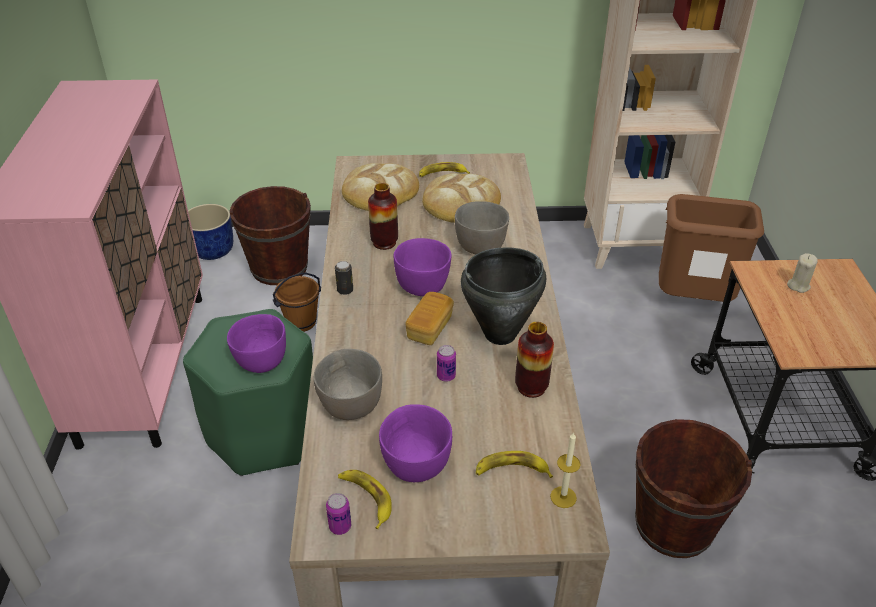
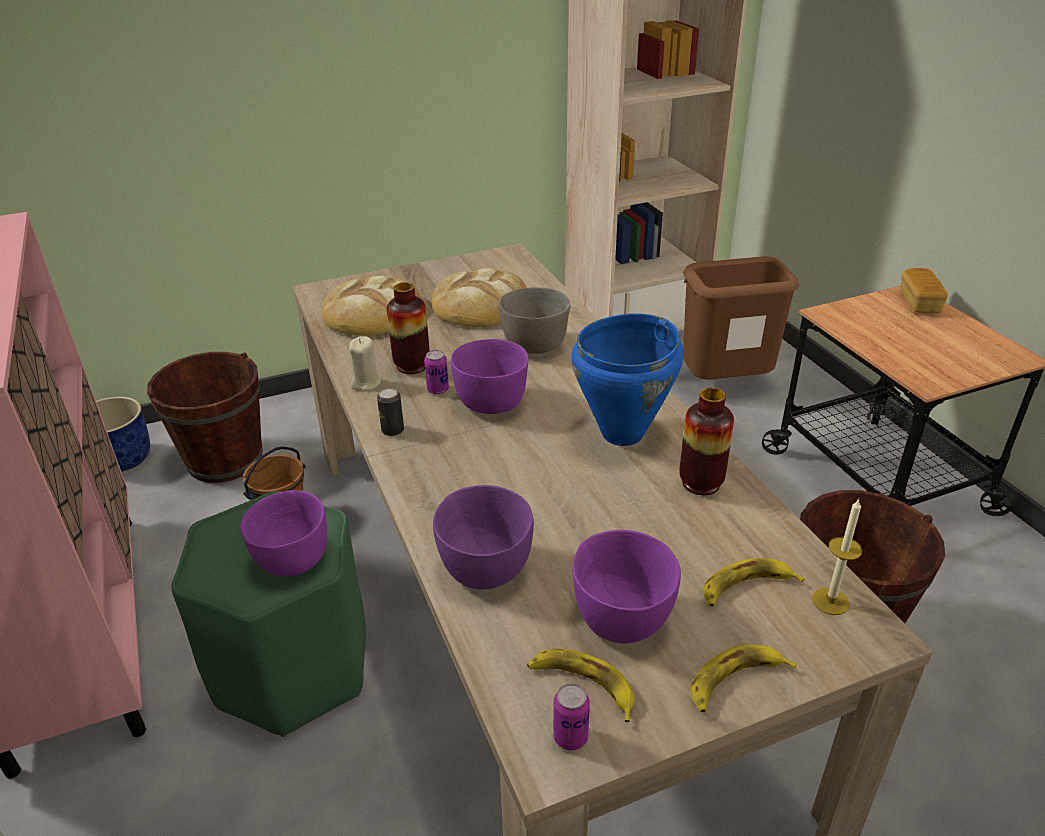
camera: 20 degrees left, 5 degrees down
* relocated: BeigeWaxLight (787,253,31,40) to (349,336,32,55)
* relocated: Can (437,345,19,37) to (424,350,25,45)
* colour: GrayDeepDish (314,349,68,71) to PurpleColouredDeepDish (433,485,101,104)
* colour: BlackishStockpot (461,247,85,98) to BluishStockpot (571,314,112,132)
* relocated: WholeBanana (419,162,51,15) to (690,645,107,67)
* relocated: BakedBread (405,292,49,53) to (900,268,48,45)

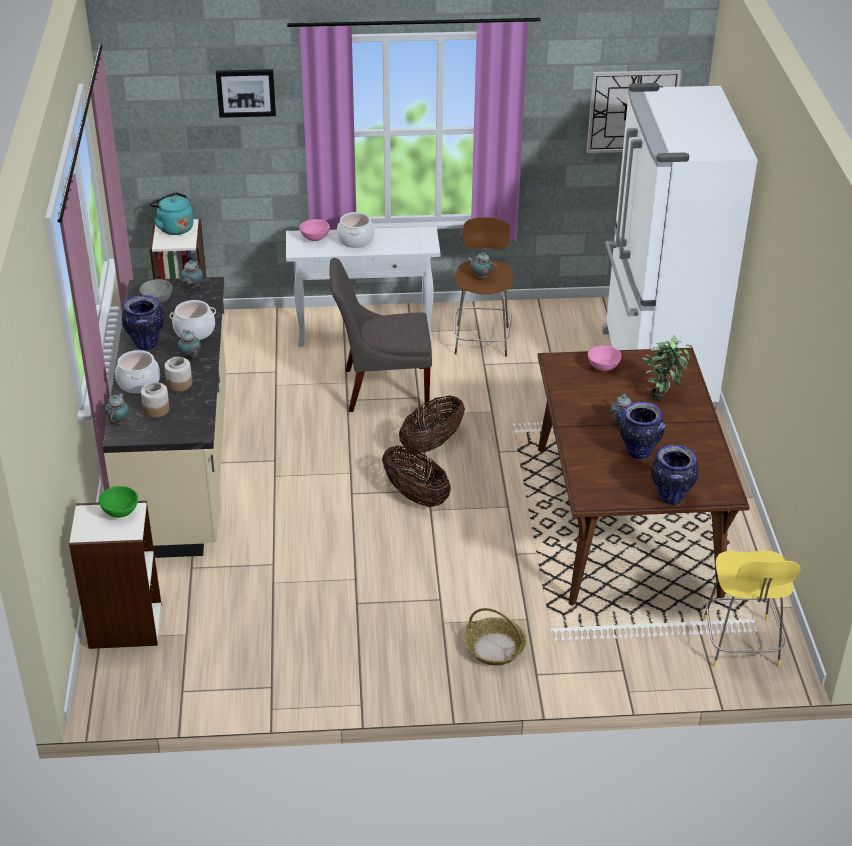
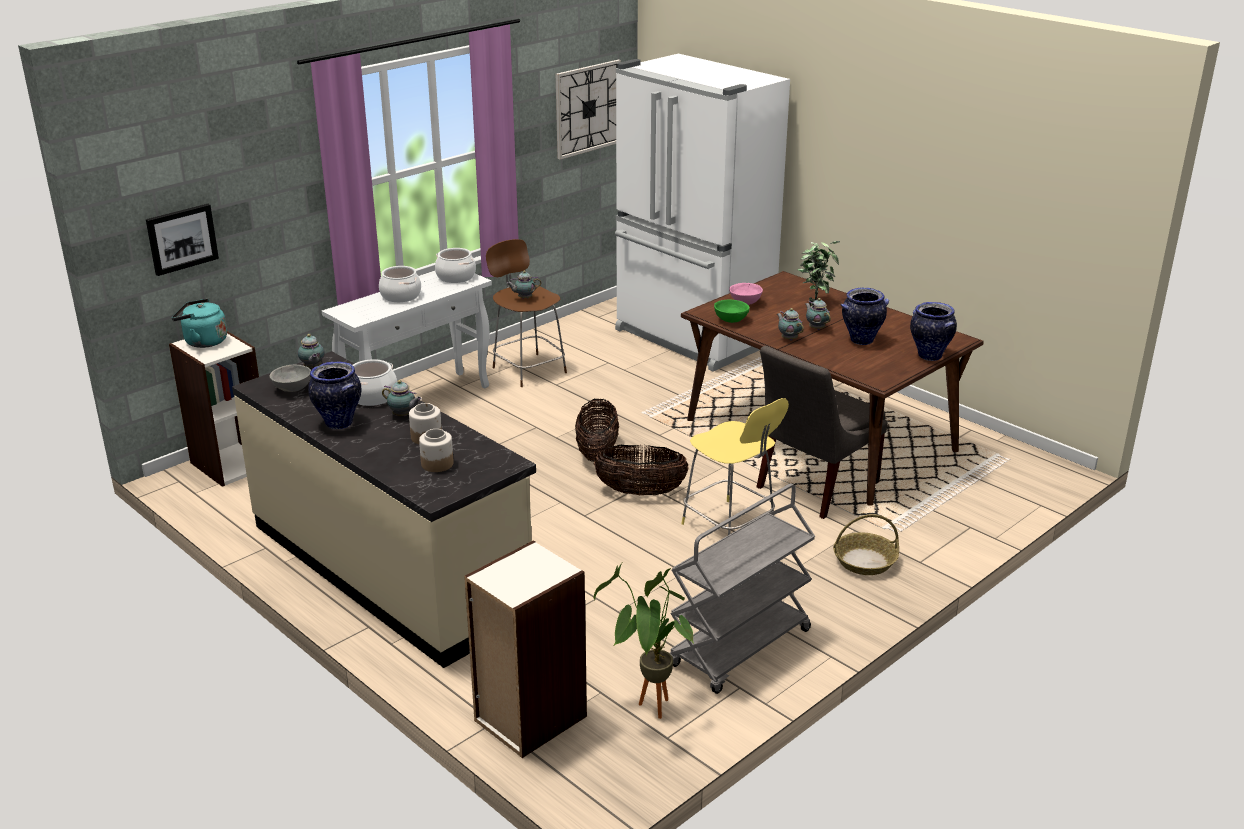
camera: 40 degrees left, 10 degrees down
* relocated: WallPicture (216,69,60,49) to (146,204,73,72)
* relocated: Stockpot (115,350,45,43) to (435,248,41,35)
* appeared: Houseplant (593,563,101,156)
* appeared: GrayWheeledCart (670,483,145,211)
* relocated: YellowSittingStool (703,551,98,116) to (681,398,108,137)
* relocated: GreenColouredDeepDish (99,486,39,32) to (714,300,36,23)
* relocated: GrayPlainChair (329,258,103,154) to (756,346,131,173)
* relocated: PotForTea (104,393,25,32) to (777,308,27,32)
* missing: PinkDeepDish (299,219,31,22)

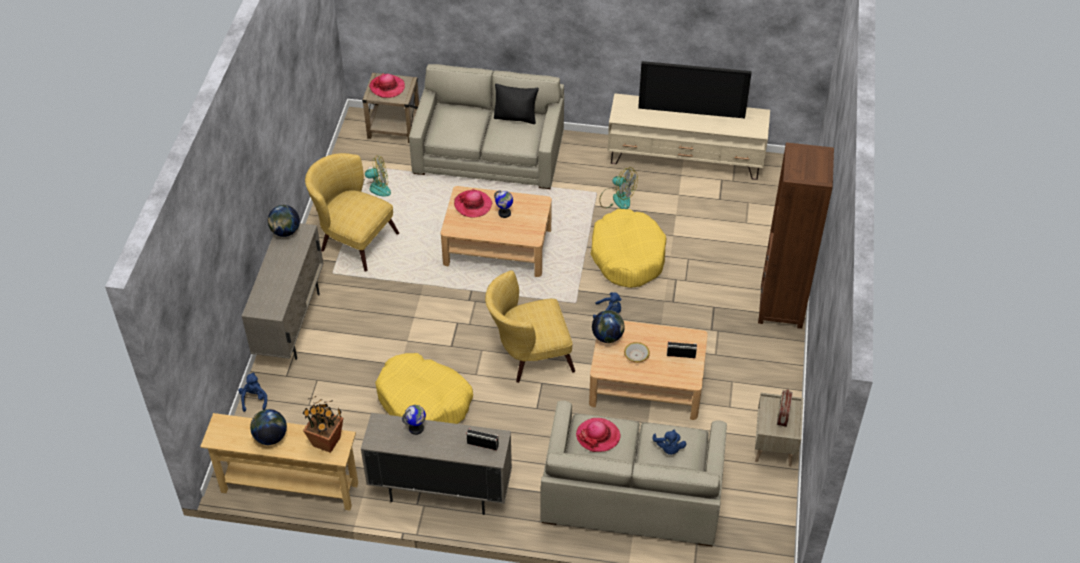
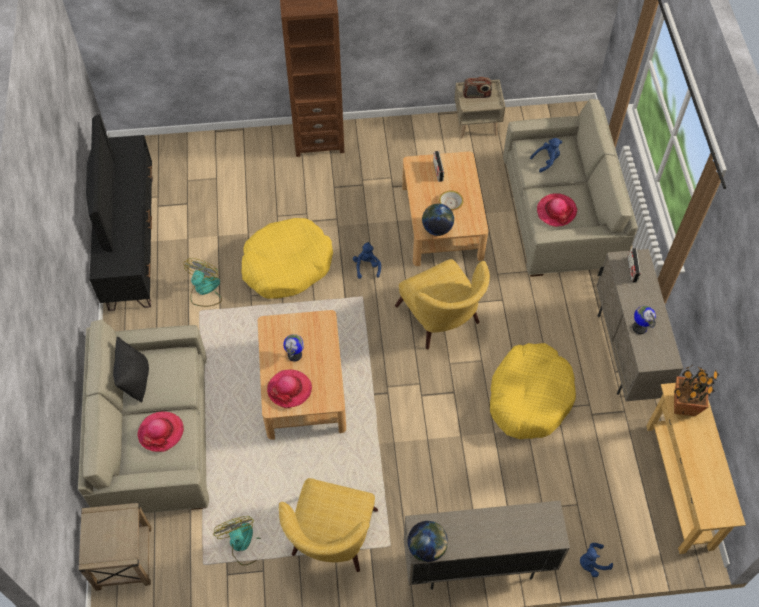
camera: 105 degrees left, 10 degrees up
* colour: BeigeTvStand (608,93,162,87) to BlackishTvStand (89,135,64,176)
* relocated: WearableHat (369,73,36,25) to (137,411,47,41)
* missing: Globe (250,409,37,36)

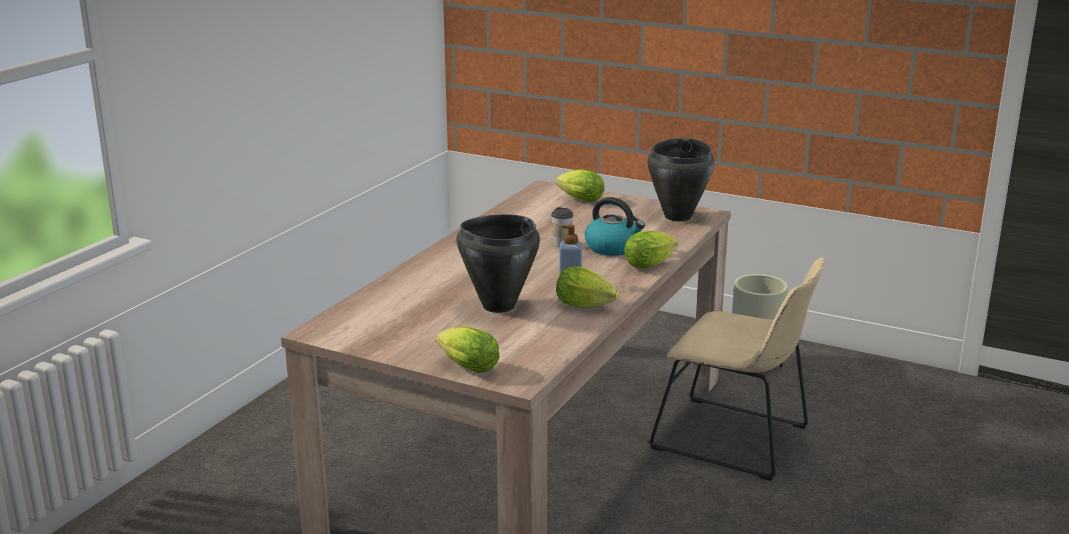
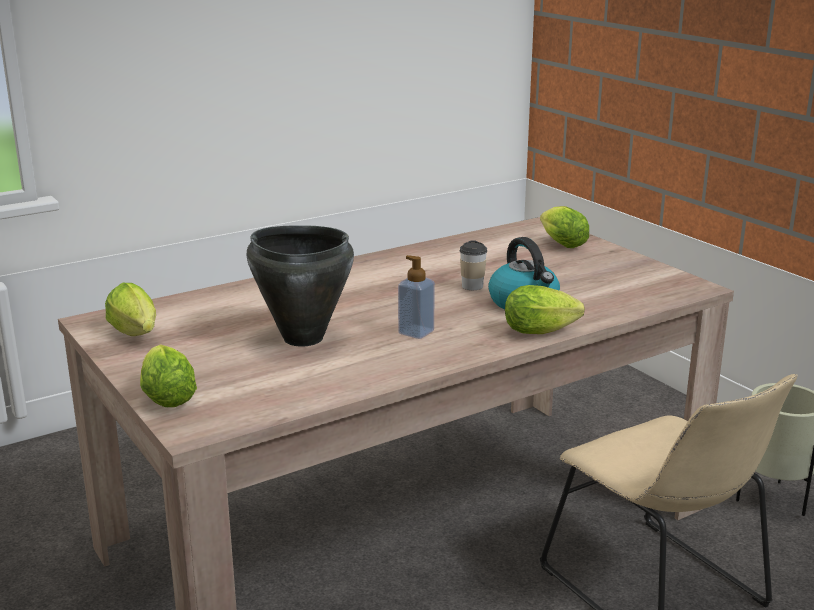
camera: 30 degrees right, 0 degrees up
* relocated: Lettuce (556,266,63,42) to (105,283,51,53)
* missing: BlackishStockpot (647,138,68,83)

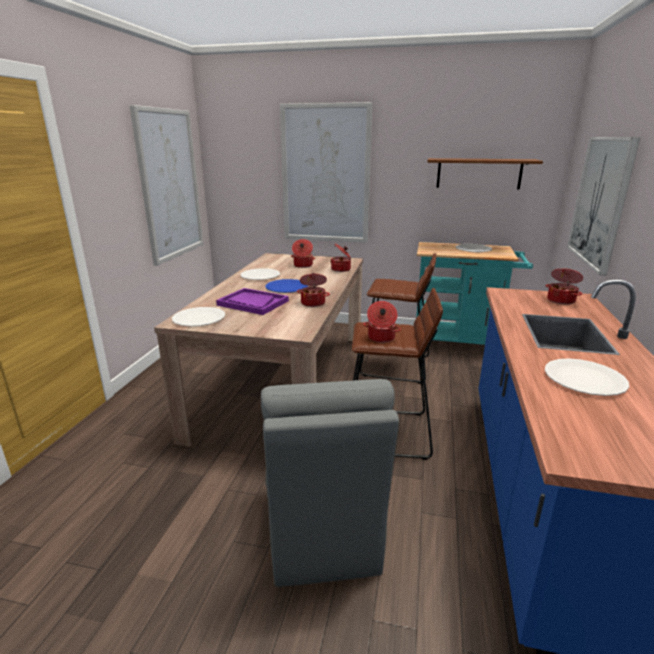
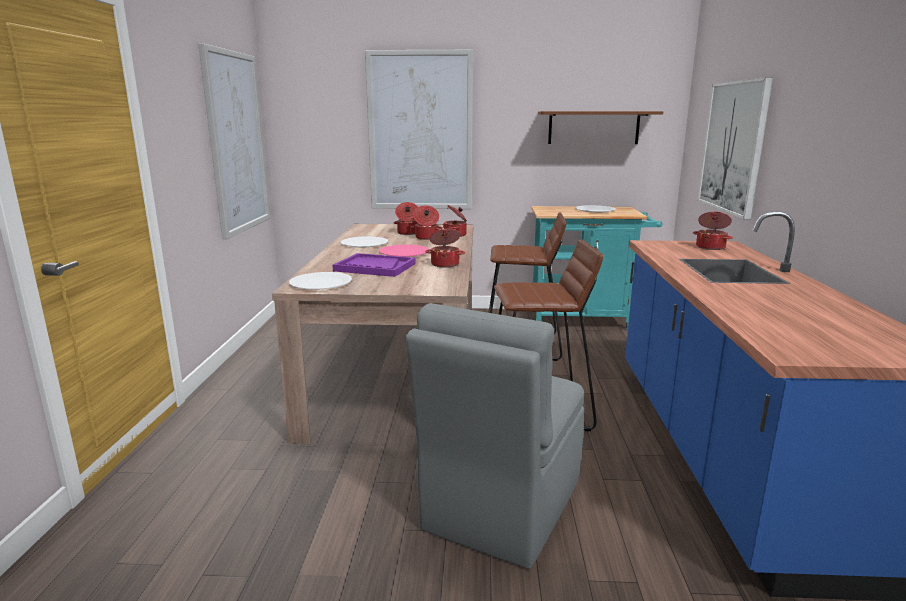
camera: 10 degrees left, 5 degrees down
* colour: BluishDinnerPlate (266,279,42,14) to PinkDinnerPlate (379,245,50,12)
* spun: GrayPlainChair (261,379,138,208) = (406,303,178,266) 45 degrees clockwise
* relocated: Stockpot (363,301,38,42) to (411,206,32,34)
* missing: WhitishDinnerPlate (545,358,84,38)

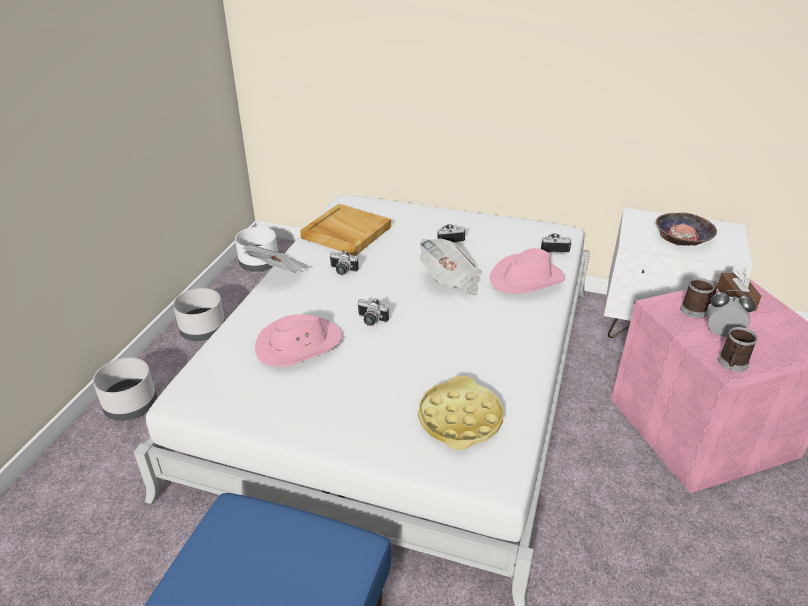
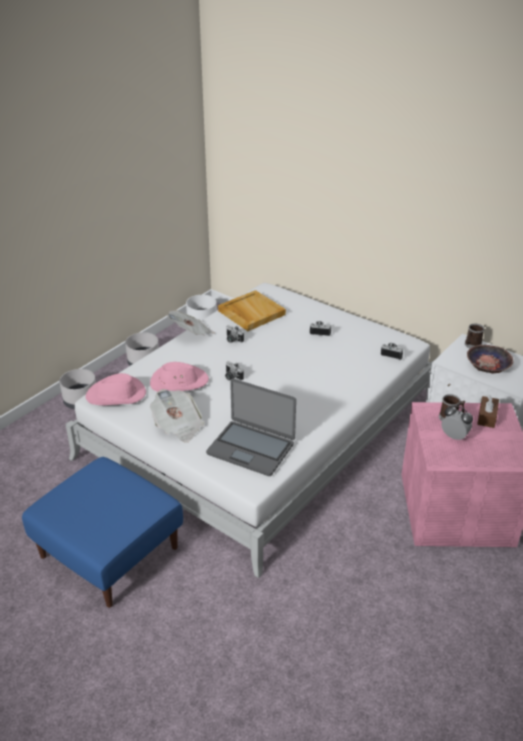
camera: 20 degrees right, 0 degrees up
* relocated: PinkWearableHat (490,248,75,46) to (85,373,61,33)
* relocated: PrintedPaper (420,238,60,57) to (150,389,54,54)
* exchanged: YellowTray (418,376,85,73) to PortableComputer (206,378,90,98)
* relocated: CoffeeMug (718,327,39,45) to (465,324,19,25)

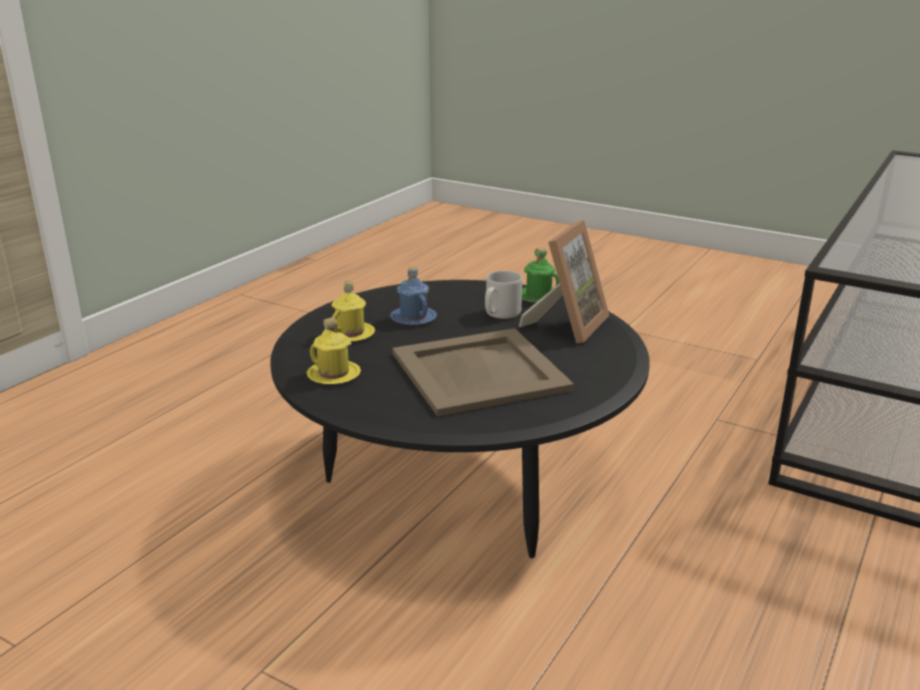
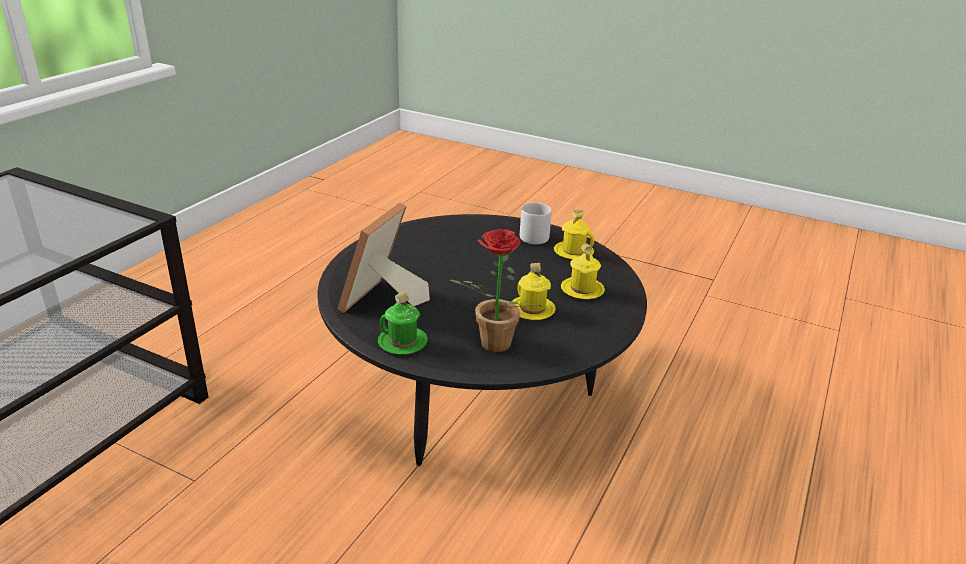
camera: 175 degrees right, 5 degrees up
* appeared: Houseplant (450,229,90,123)
* colour: BluishCoffeeMug (390,266,47,59) to YellowCoffeeMug (513,263,43,57)
* relocated: GrayCoffeeMug (485,271,37,48) to (520,203,32,41)
* missing: BeigeTray (392,328,182,88)

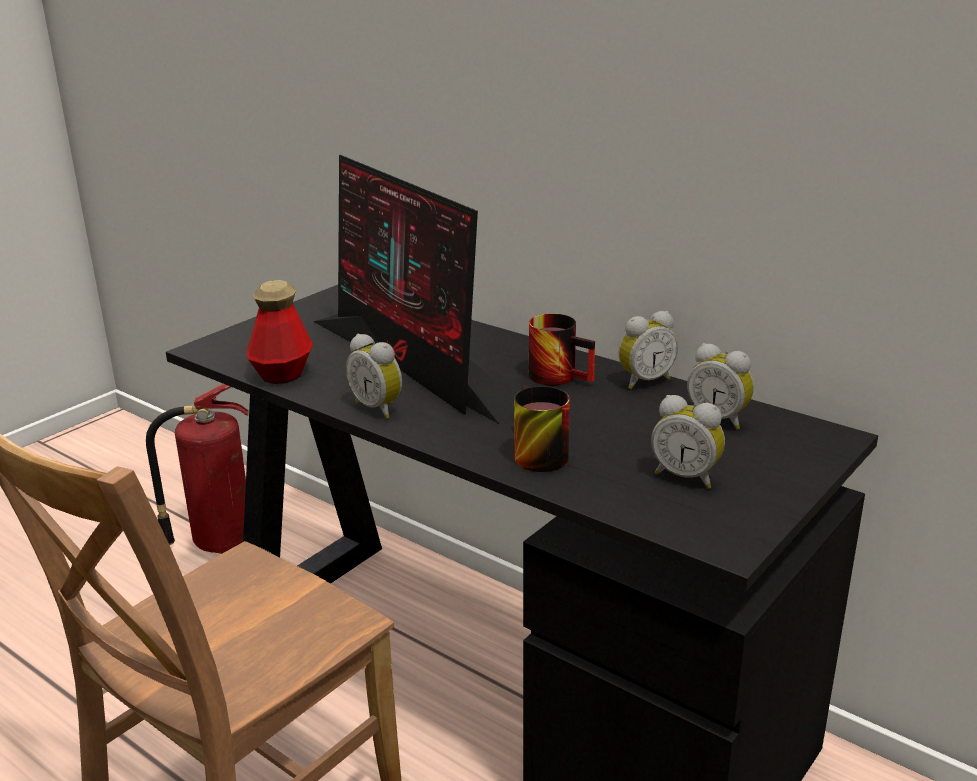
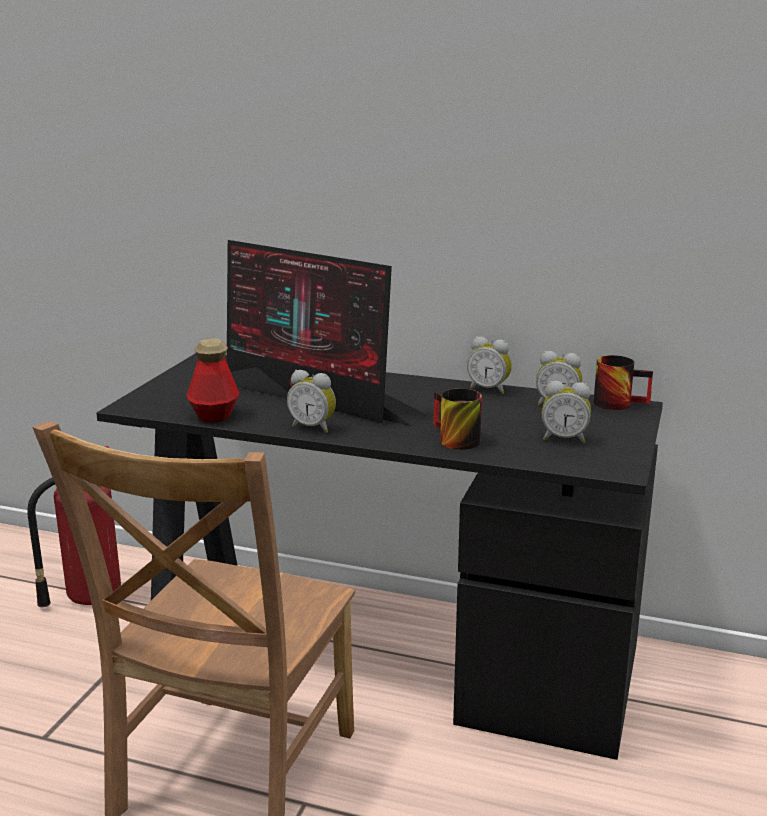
camera: 20 degrees left, 5 degrees down
* spun: TableClock (619,311,59,78) = (467,336,45,58) 75 degrees clockwise
* relocated: CoffeeMug (529,313,66,72) to (593,355,60,55)

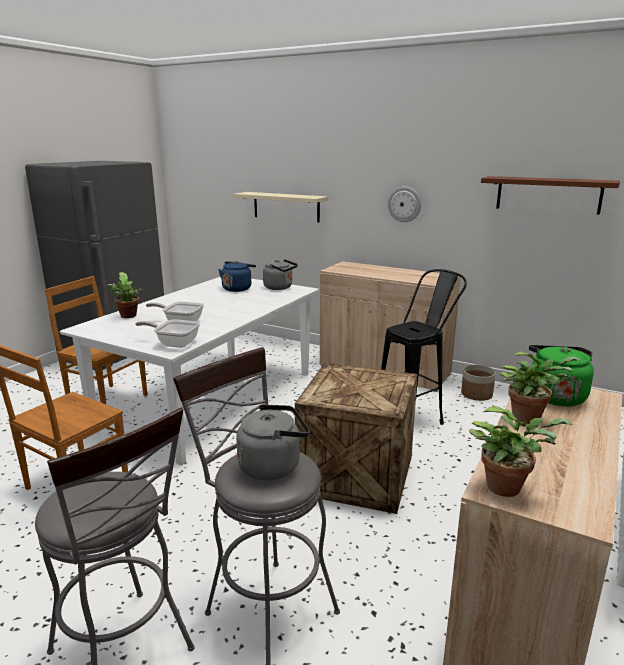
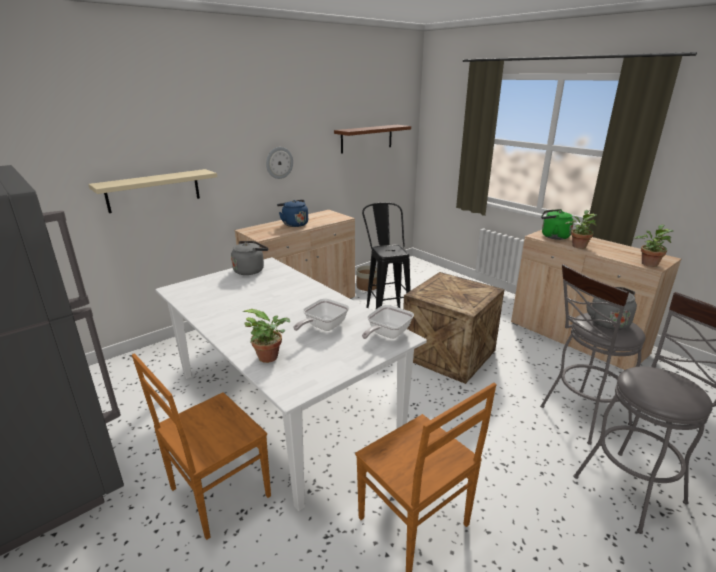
camera: 70 degrees left, 5 degrees up
* relocated: BluishTeaKettle (218,261,38,31) to (277,200,31,27)

